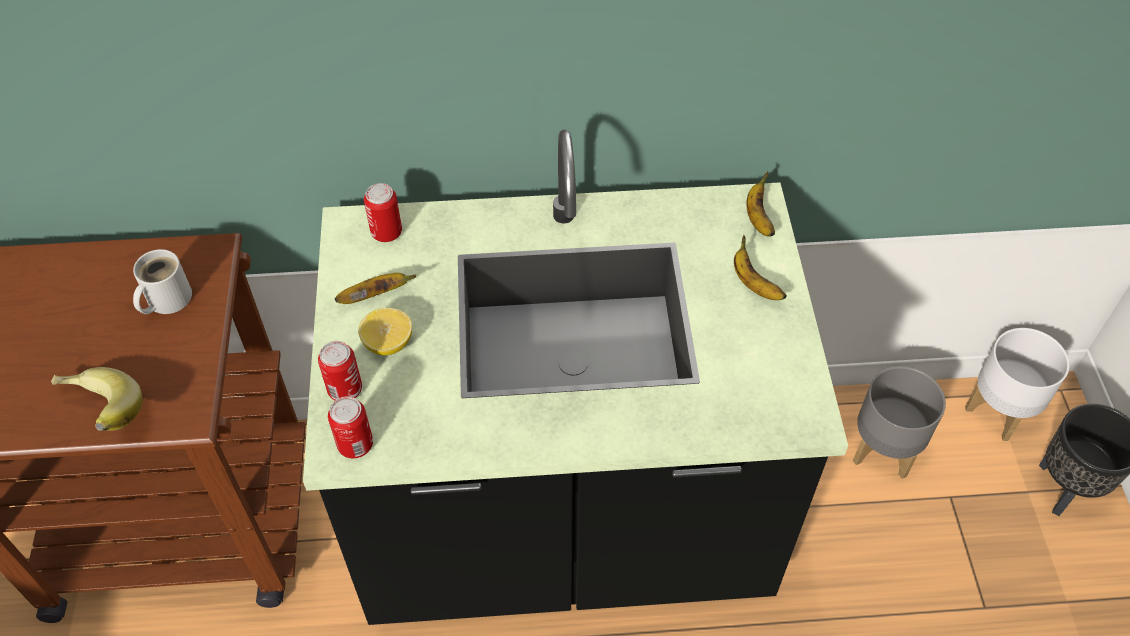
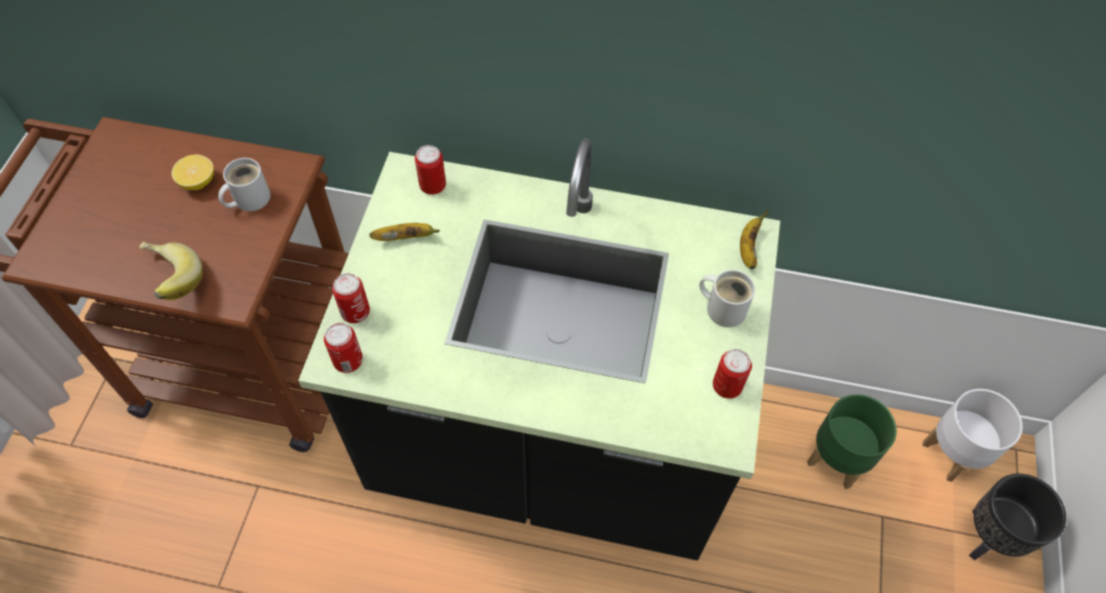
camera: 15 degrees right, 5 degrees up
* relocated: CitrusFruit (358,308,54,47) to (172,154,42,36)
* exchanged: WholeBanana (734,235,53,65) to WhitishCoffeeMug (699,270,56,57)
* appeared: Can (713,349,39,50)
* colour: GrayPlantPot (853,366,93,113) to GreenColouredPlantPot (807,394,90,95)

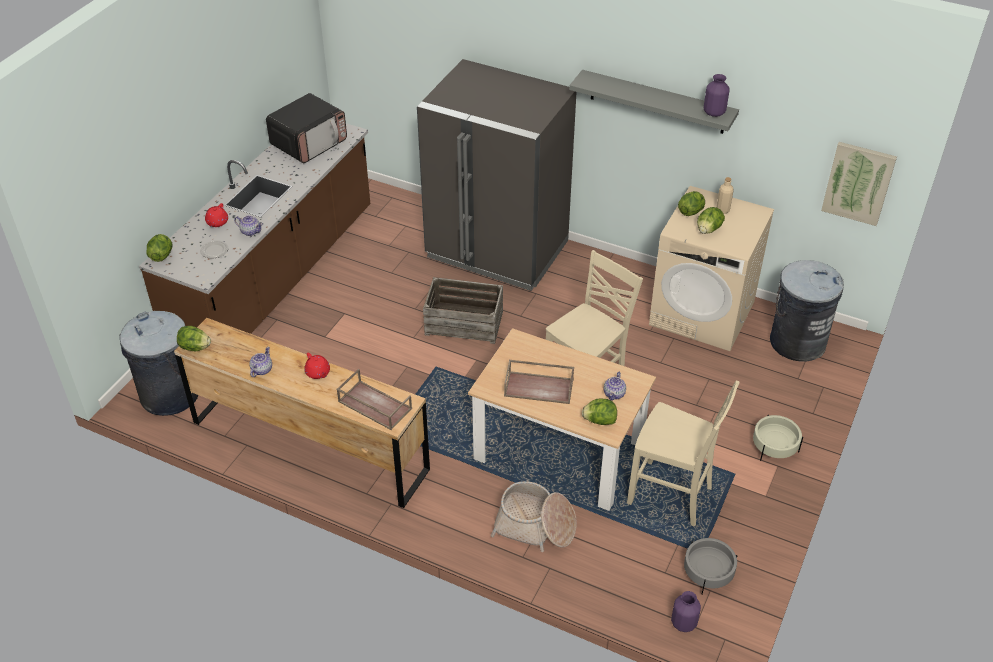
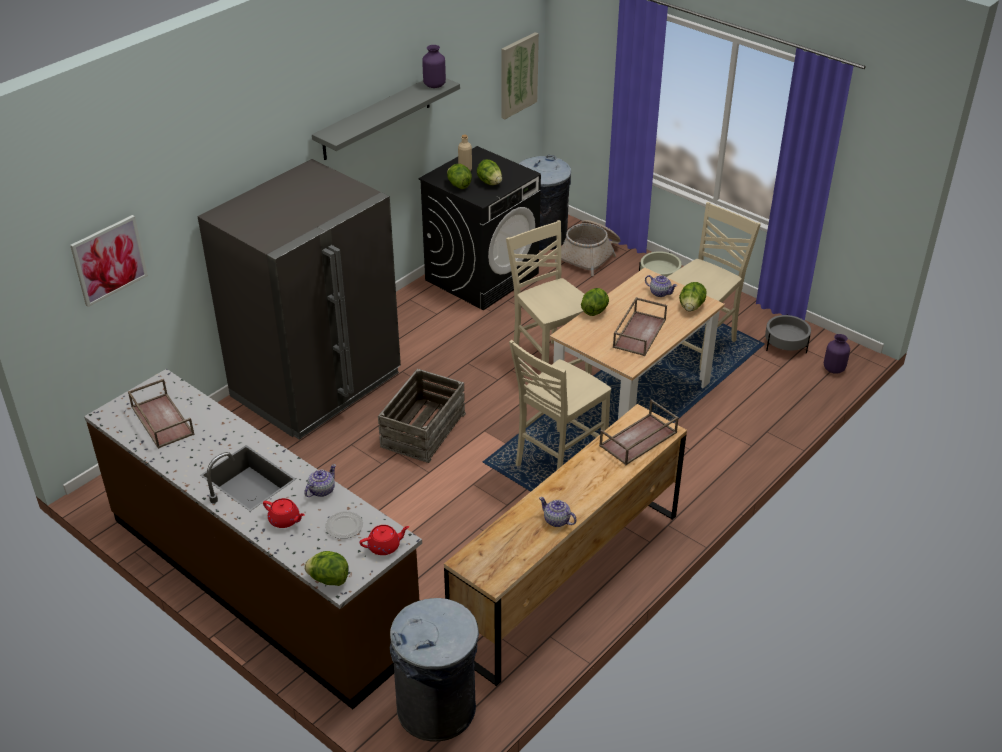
camera: 75 degrees left, 5 degrees down
* appeared: WallPicture (70,215,78,92)
* exchanged: KitchenMicrowave (266,93,81,70) to BrownTray (128,379,67,70)
* relocated: RedPotForTea (304,353,26,26) to (360,525,50,30)
* colour: BeigeWashingMachine (649,186,125,165) to BlackishWashingMachine (418,146,123,164)
* appeared: BeigePlainChair (509,340,102,130)
* relocated: StorageBasket (490,481,87,71) to (555,220,65,56)
* relocated: Lettuce (177,326,34,25) to (581,288,28,28)

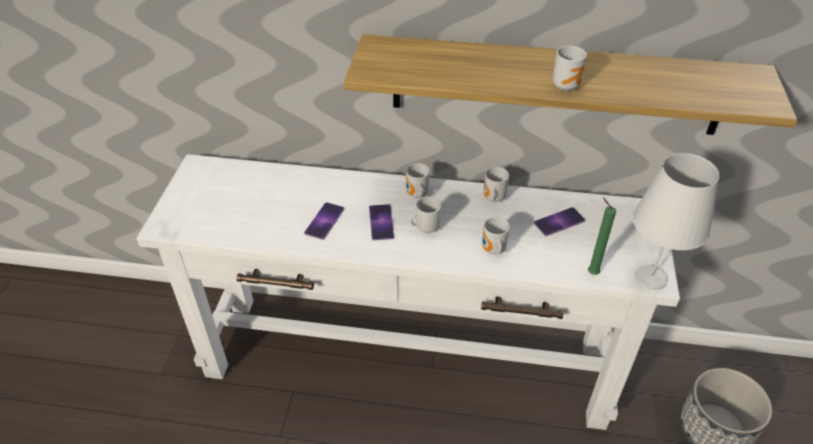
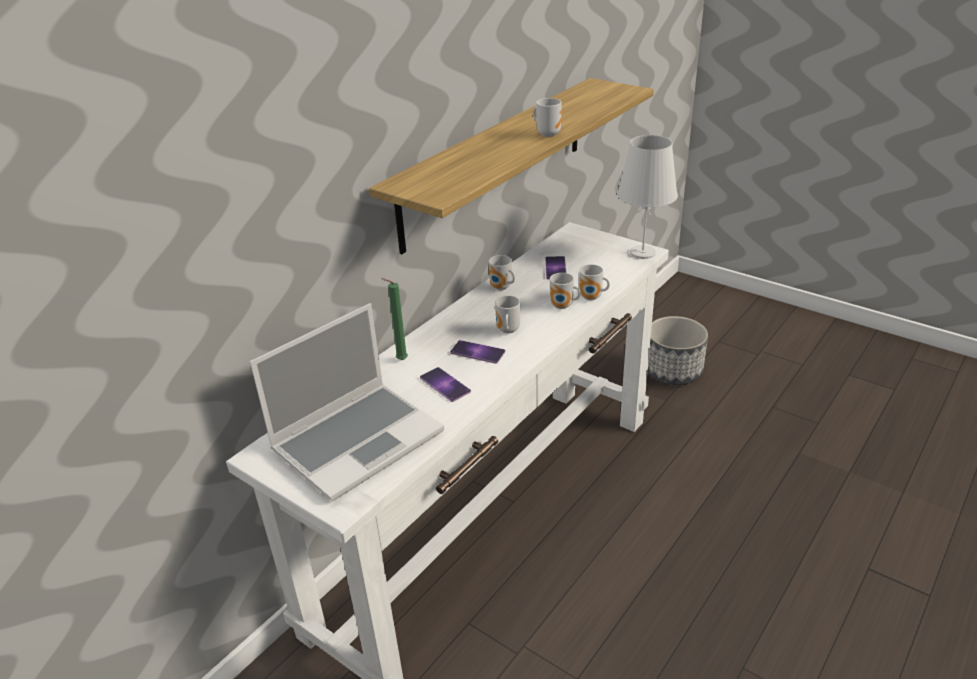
camera: 60 degrees left, 10 degrees down
* appeared: PortableComputer (250,303,194,198)
* relocated: GreenColouredWaxLight (588,197,28,78) to (382,278,26,82)
* relocated: CoffeeMug (406,163,24,35) to (579,264,31,36)

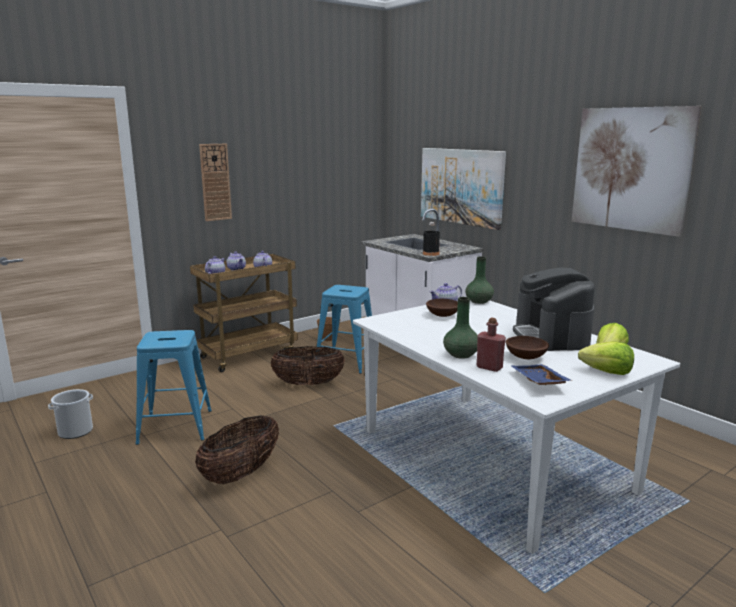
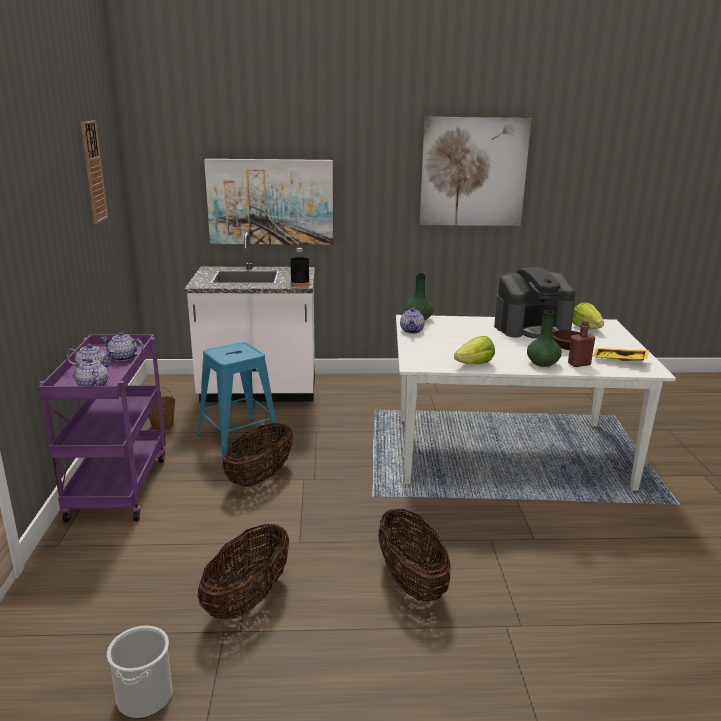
camera: 55 degrees left, 5 degrees up
* colour: BrownWheeledCart (190,254,108,118) to PurpleColouredWheeledCart (39,335,127,187)
* relocated: ClockOnTheWall (199,144,33,77) to (81,120,27,104)
* exchanged: BluishSittingStool (136,330,76,115) to StorageBasket (197,523,92,96)
* relocated: Lettuce (578,341,56,34) to (454,336,41,28)
* spun: CoffeeMachine (513,267,82,84) = (494,267,81,71) 45 degrees counterclockwise
* colour: BluishTray (510,364,62,21) to YellowTray (593,348,56,13)
* missing: BrownDeepDish (426,299,32,18)

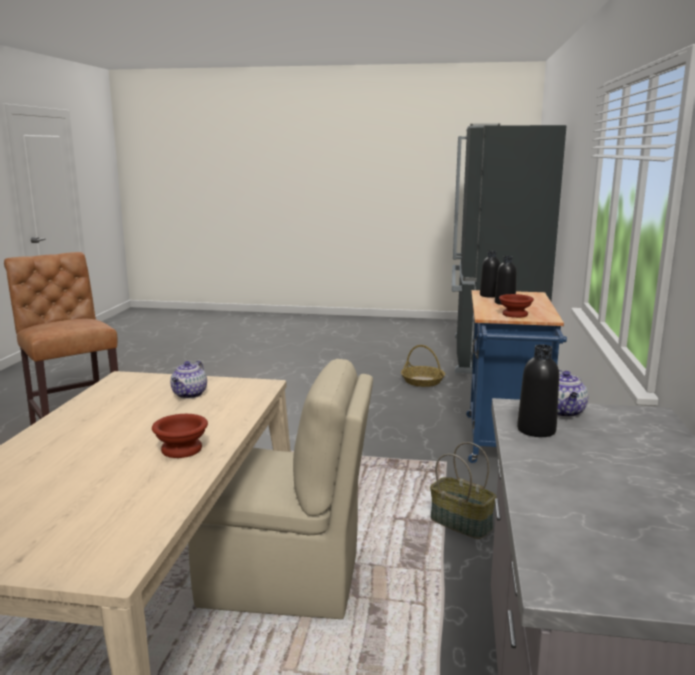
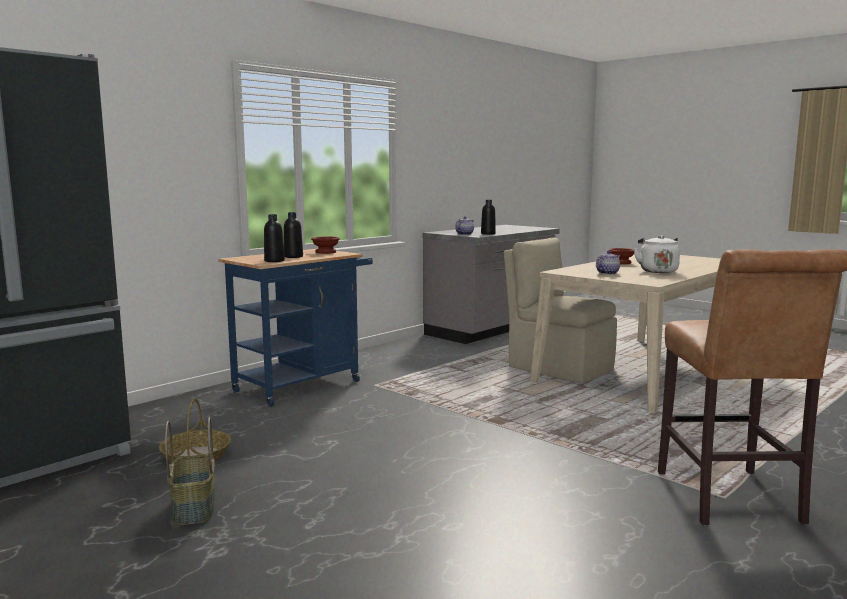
camera: 145 degrees left, 5 degrees down
* relocated: StorageBasket (430,442,66,97) to (165,417,50,108)
* appeared: WhitishTeaKettle (633,235,47,38)

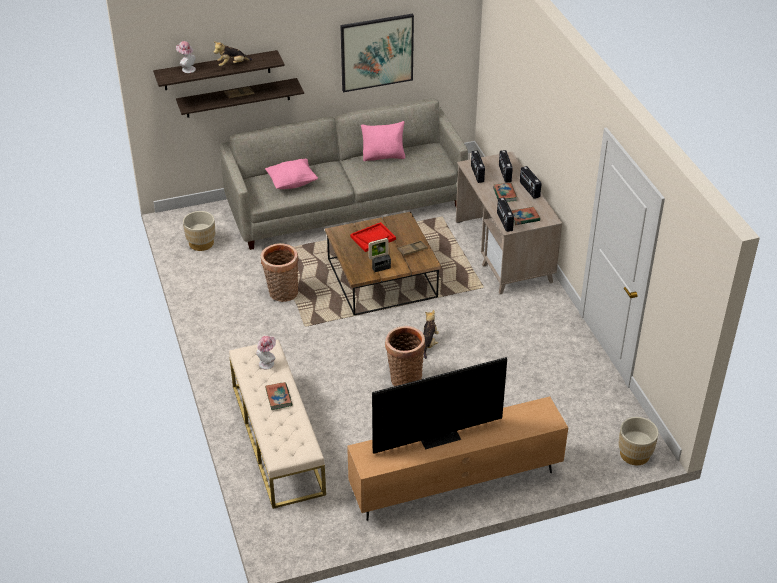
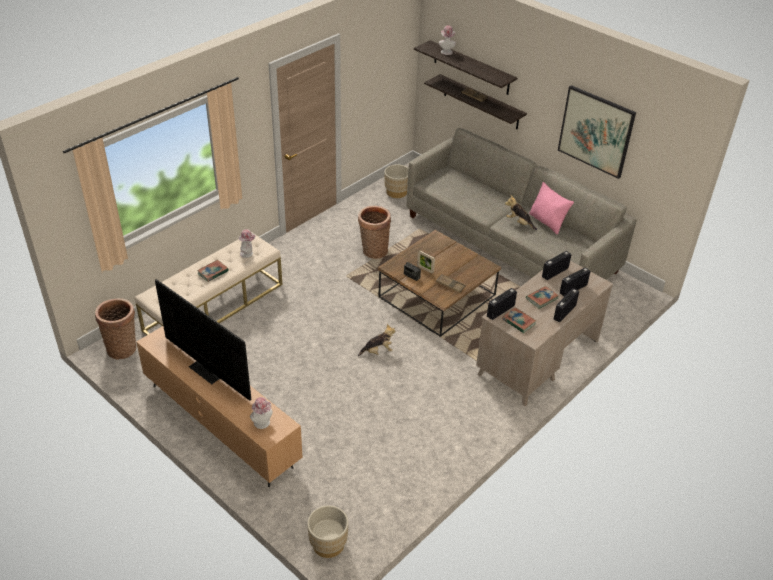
camera: 60 degrees right, 0 degrees up
* relocated: StorageBasket (385,326,41,60) to (95,298,41,61)
* appeared: WearableHat (250,397,23,32)
* relocated: CuddlyToy (214,41,38,25) to (505,195,32,35)
* missing: PinkThrowPillow (265,159,53,30)
* missing: RedTray (350,222,46,30)

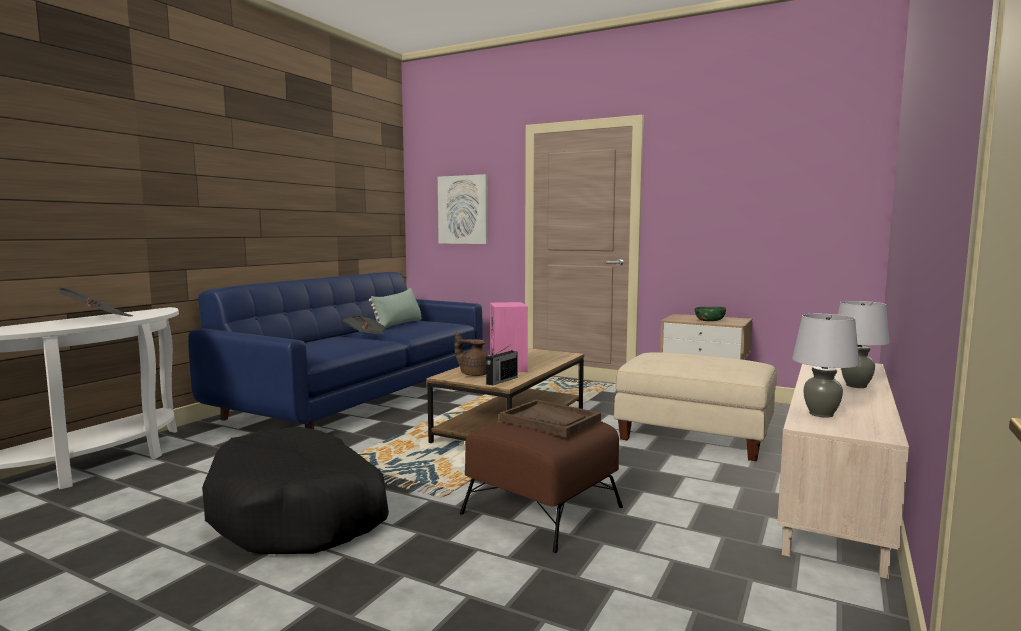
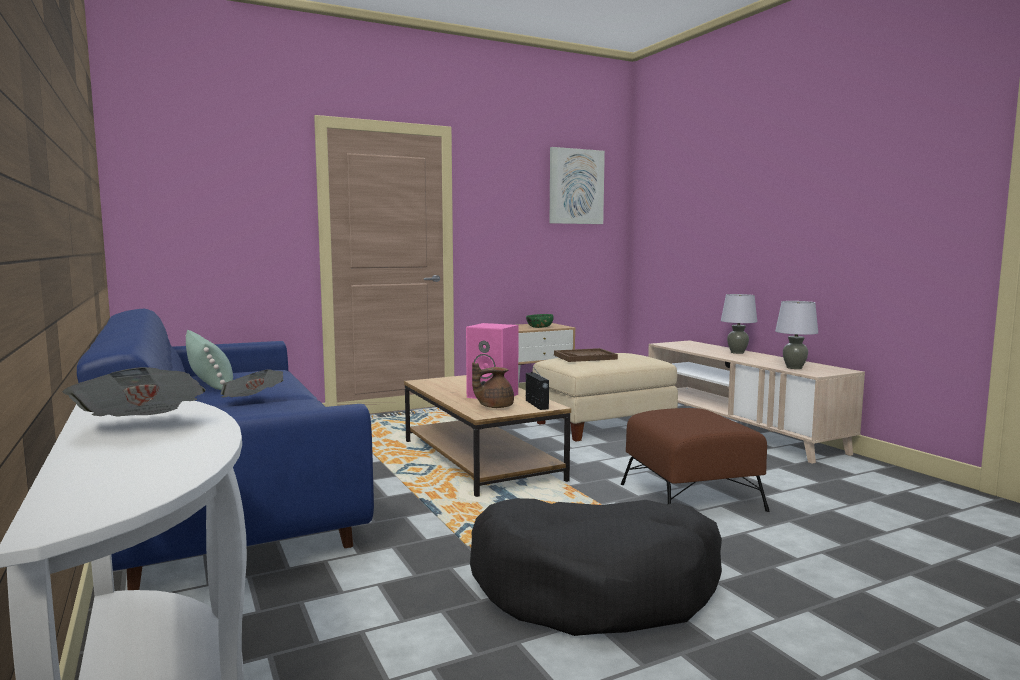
camera: 55 degrees left, 0 degrees up
* relocated: WallPicture (438,174,50,70) to (550,147,55,77)
* relocated: BrownTray (499,399,102,38) to (554,348,64,14)

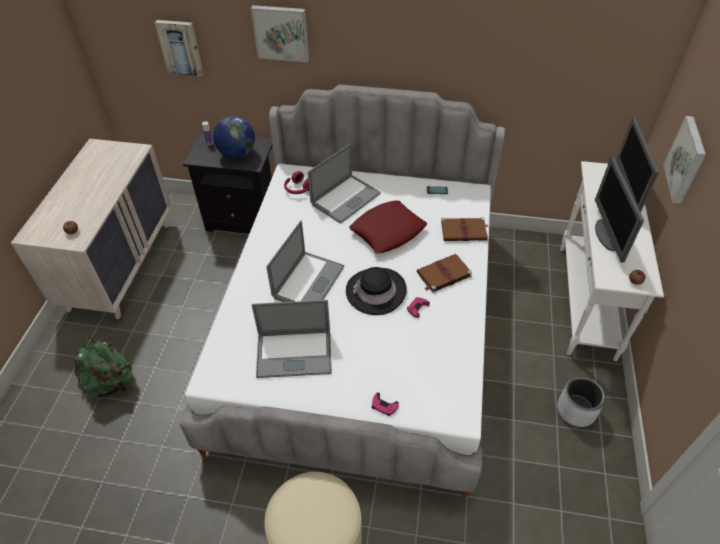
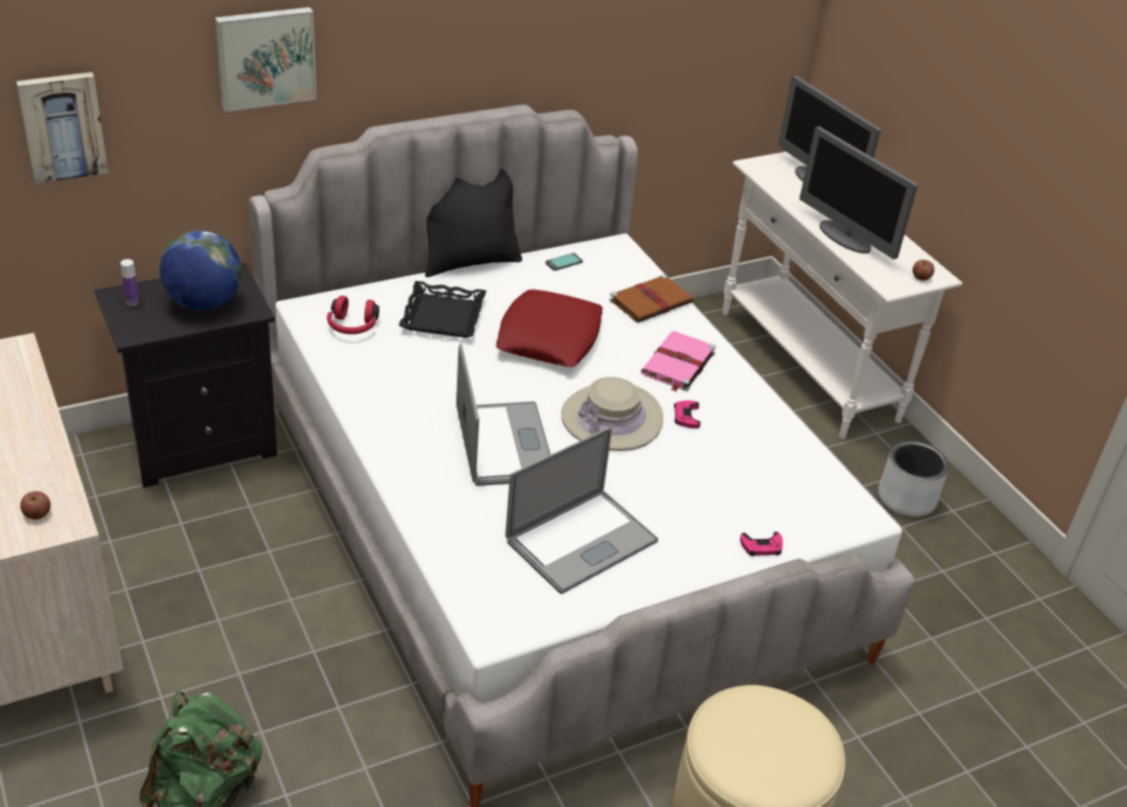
camera: 40 degrees left, 10 degrees down
* exchanged: PortableComputer (308,143,73,81) to BlackishTray (399,281,87,57)
* appeared: BlackishThrowPillow (425,169,97,108)
* colour: BlackishWearableHat (346,267,61,48) to BeigeWearableHat (561,377,102,74)
* colour: BrownBoundBook (417,254,55,39) to PinkBoundBook (641,331,75,61)
* missing: WallPicture (663,116,43,88)

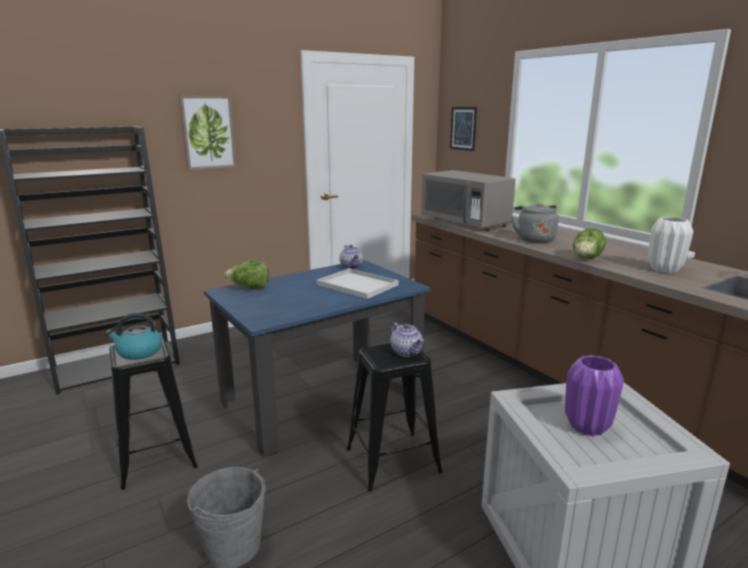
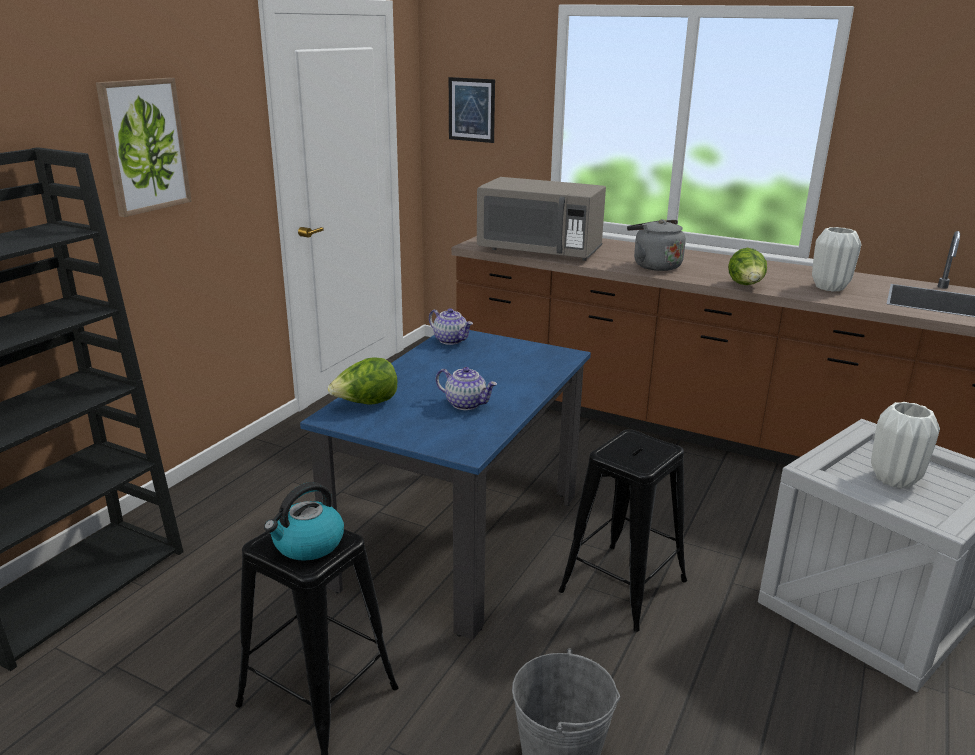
camera: 30 degrees left, 5 degrees up
* relocated: PotForTea (390,322,34,35) to (436,367,61,43)
* colour: PurpleColouredFlowerVase (565,355,59,81) to WhitishFlowerVase (871,402,69,86)
* missing: WhitishTray (316,268,83,31)

